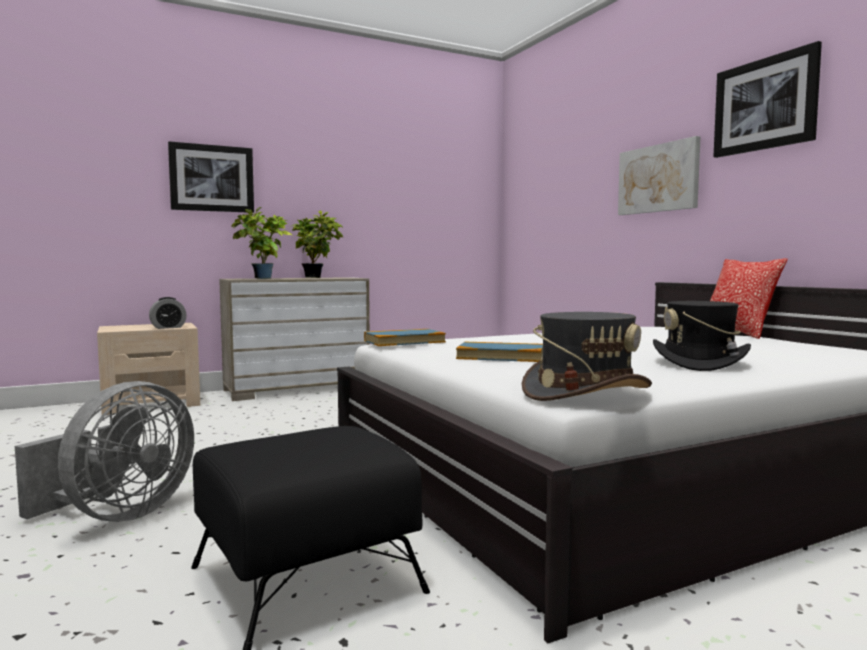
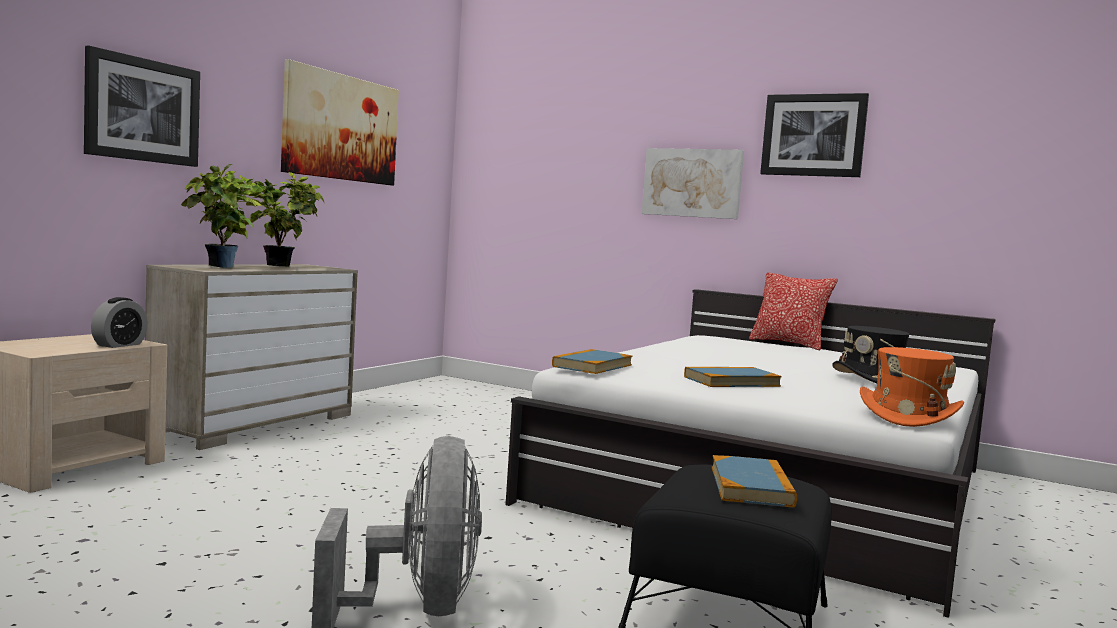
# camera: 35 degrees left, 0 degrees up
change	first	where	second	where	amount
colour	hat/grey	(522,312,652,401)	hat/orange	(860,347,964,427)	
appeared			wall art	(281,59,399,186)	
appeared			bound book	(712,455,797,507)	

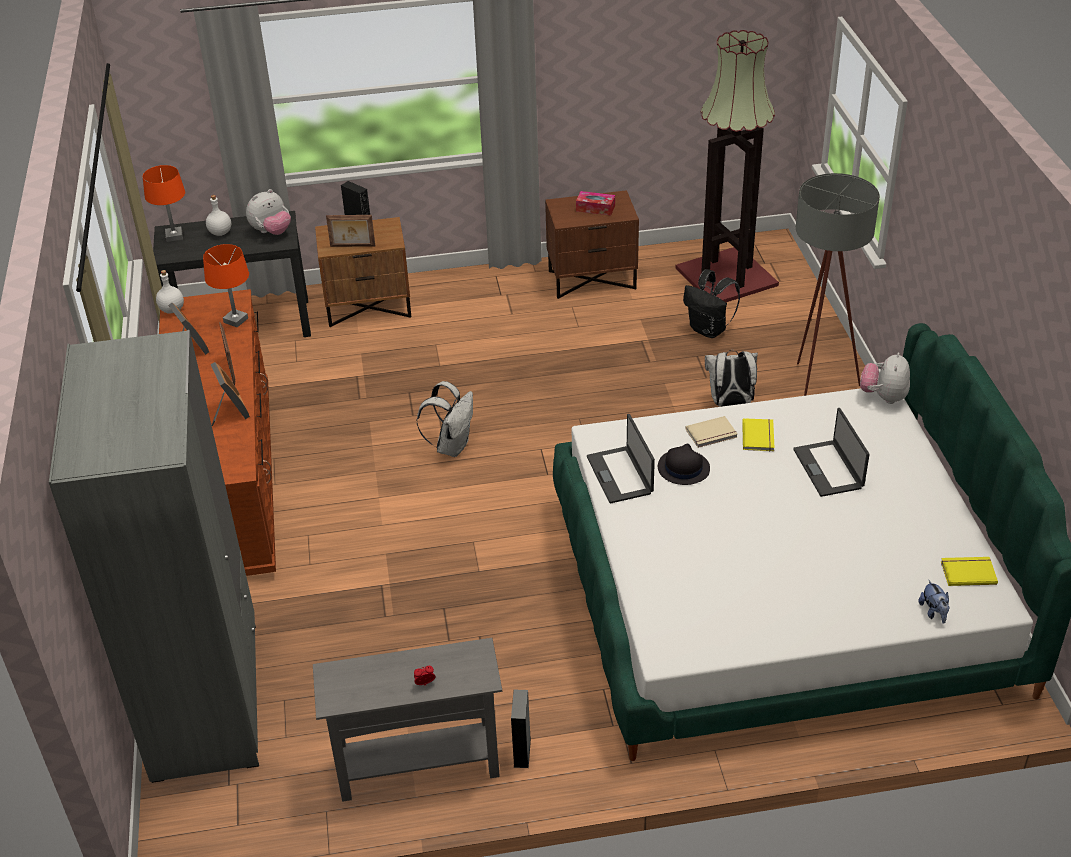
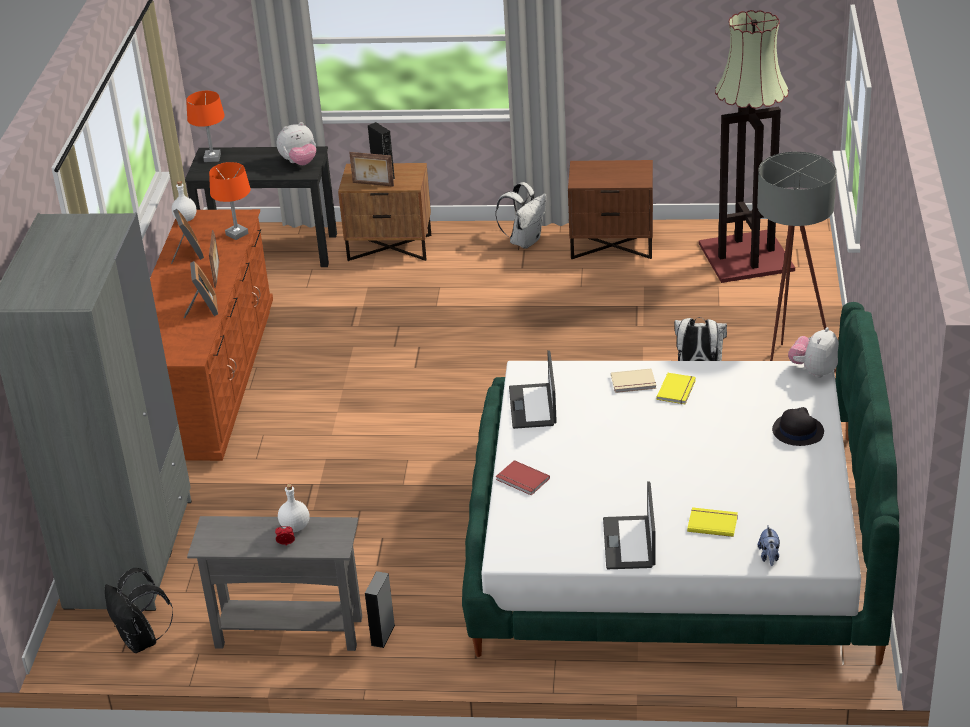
# camera: 15 degrees right, 5 degrees down
change	first	where	second	where	amount
missing	tissue holder	(576,191,615,215)			
relocated	bottle/white	(206,195,231,236)		(278,484,310,532)	
relocated	rucksack/black-coloured	(683,269,740,338)		(105,568,173,653)	
relocated	rucksack/white	(417,381,473,457)		(495,182,547,249)	
relocated	portable computer	(793,408,870,497)		(603,481,655,569)	
relocated	hat/black-coloured	(658,444,710,485)		(772,407,824,446)	
relocated	bound book/yellow-coloured	(941,557,998,586)		(687,507,738,537)	
appeared			bound book/reddish	(496,460,550,495)	

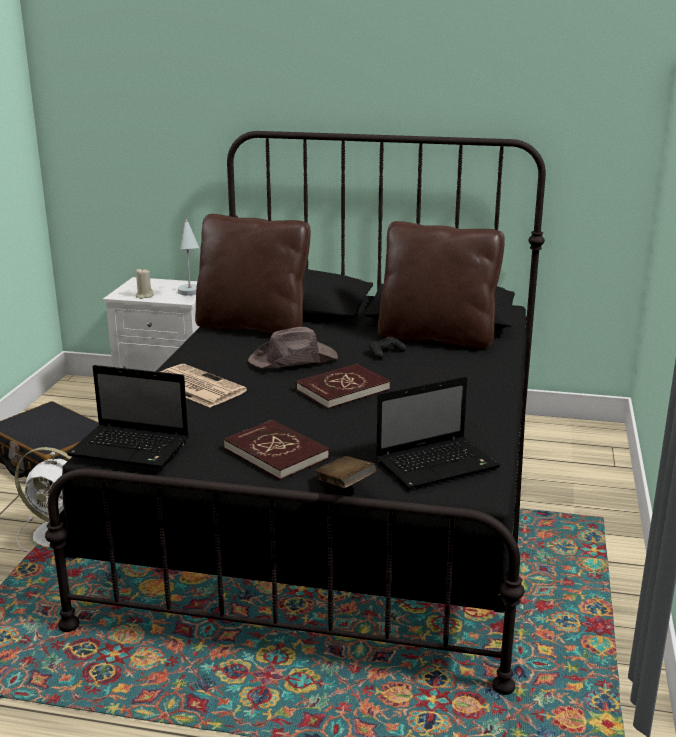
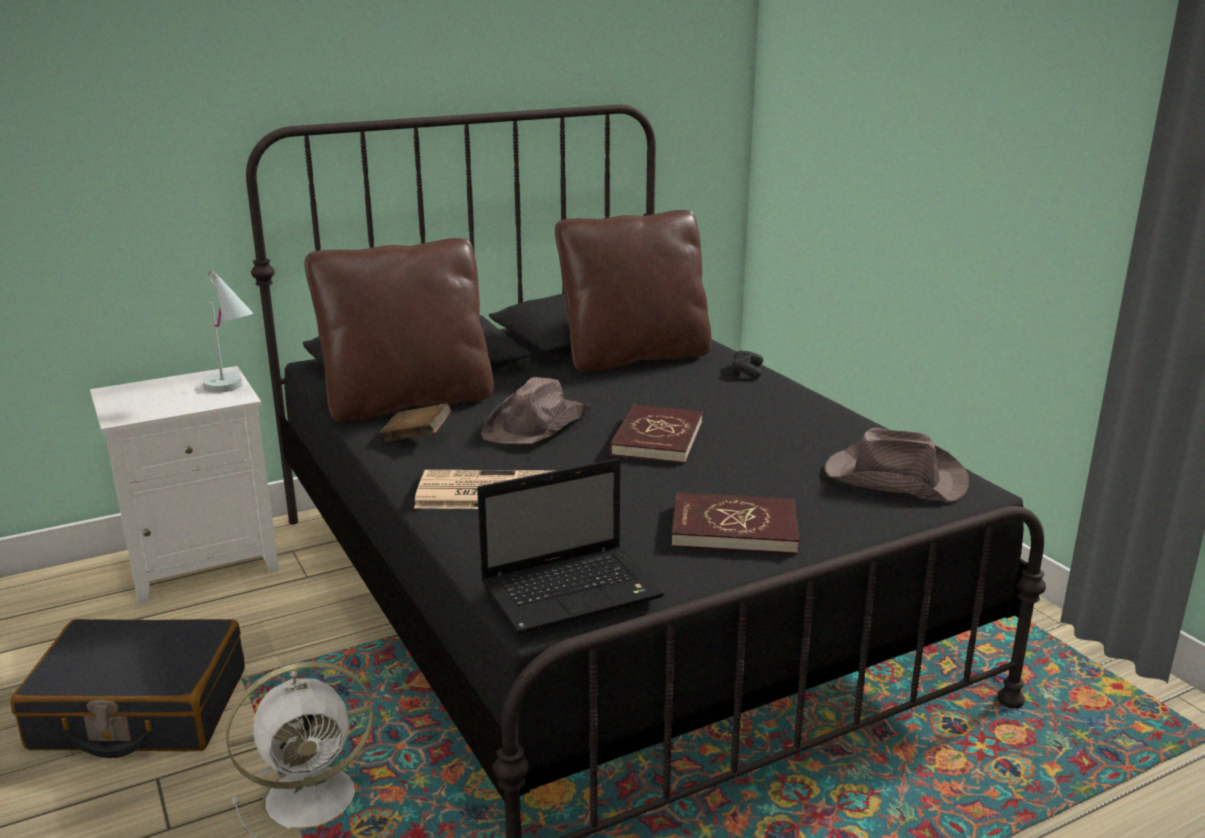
# camera: 40 degrees left, 0 degrees up
change	first	where	second	where	amount
missing	candle/beige	(136,268,154,299)			
relocated	game controller/black-coloured	(369,337,406,359)		(732,350,763,378)	
exchanged	portable computer	(376,376,500,490)	hat/brown	(824,428,969,501)	
relocated	bound book/brown	(315,456,377,489)		(380,403,451,442)	

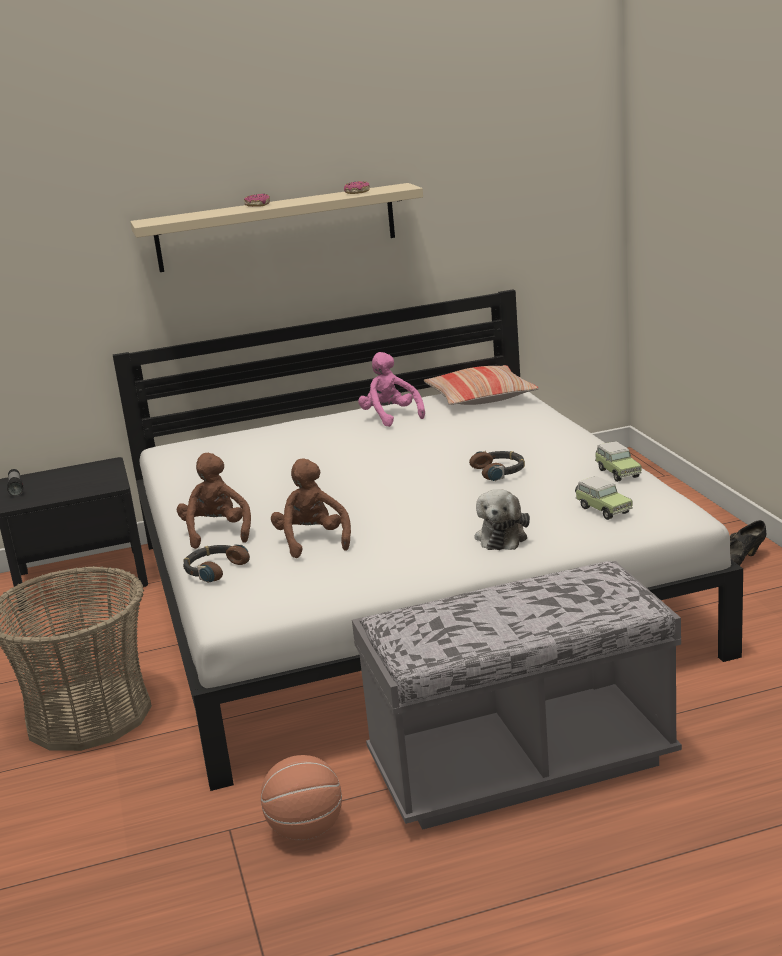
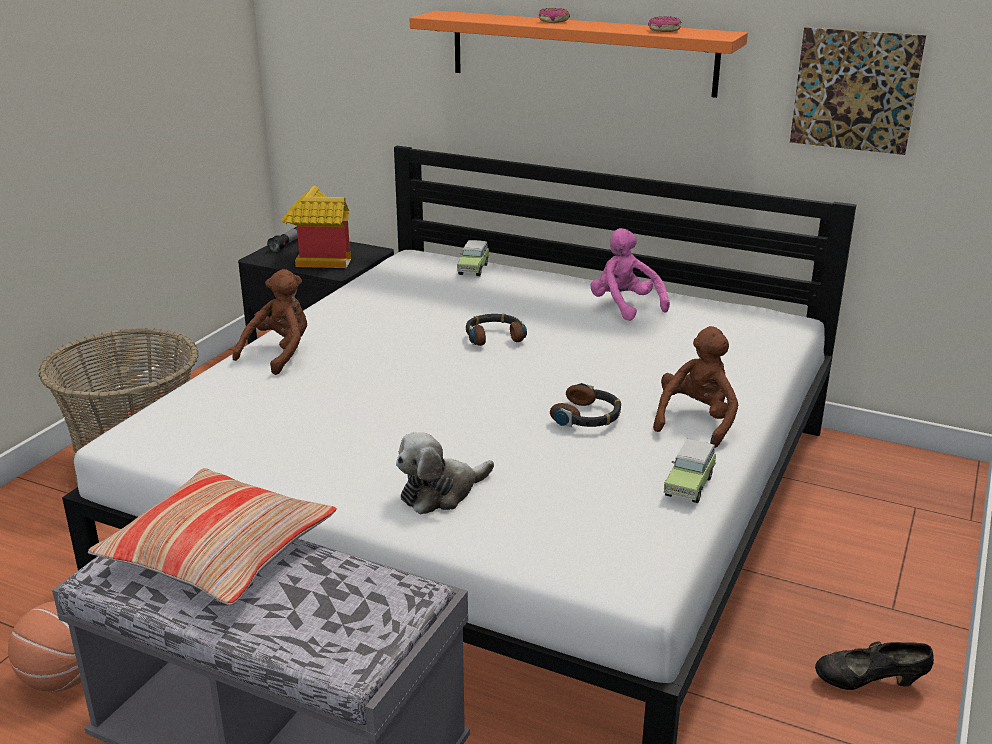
# camera: 40 degrees right, 5 degrees up
change	first	where	second	where	amount
colour	shelf/beige	(130,183,423,272)	shelf/orange	(409,11,748,98)	
spun	cuddly toy/pink-coloured	(358,352,425,427)		(590,228,670,321)	45 degrees counterclockwise
relocated	pillow	(424,365,539,405)		(88,468,337,605)	
relocated	cuddly toy/brown	(271,458,351,558)		(653,326,738,448)	
relocated	model car	(575,476,633,520)		(457,240,490,276)	
relocated	headphones	(183,544,250,583)		(466,314,527,346)	
appeared			wall art	(790,27,926,155)	
appeared			model house	(282,186,351,268)	

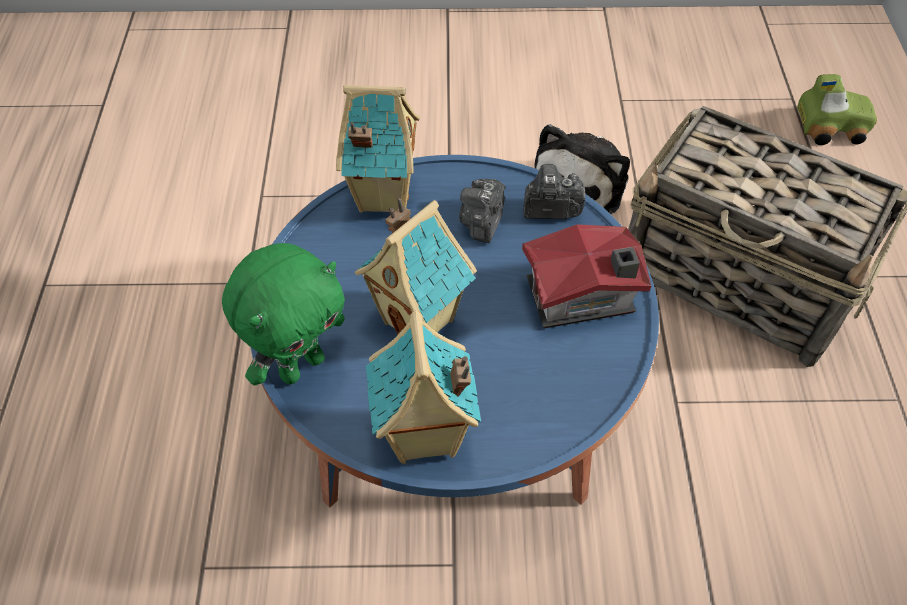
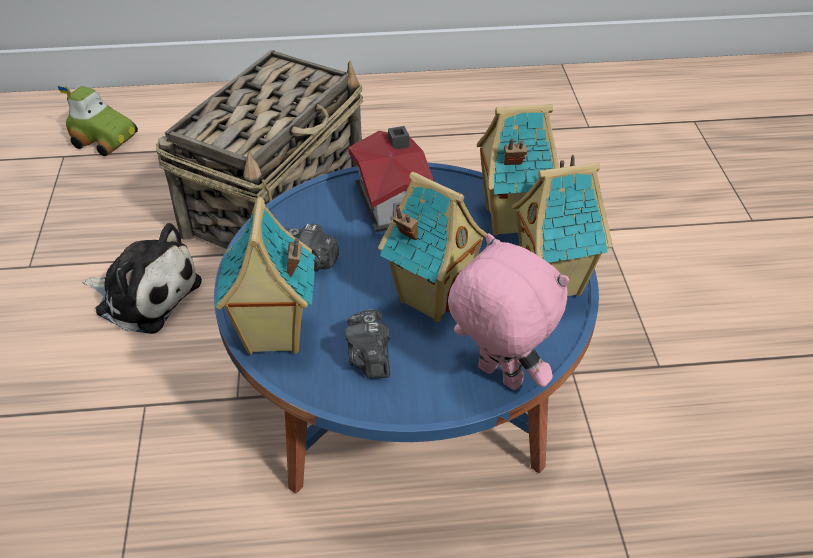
# camera: 95 degrees left, 10 degrees down
change	first	where	second	where	amount
spun	model car	(797,74,877,145)		(58,86,138,156)	120 degrees clockwise
relocated	photo camera	(523,164,585,219)		(345,309,390,378)	
colour	cuddly toy/greenish	(222,243,345,385)	cuddly toy/pink-coloured	(448,233,569,390)	
appeared			model house	(477,104,559,235)	

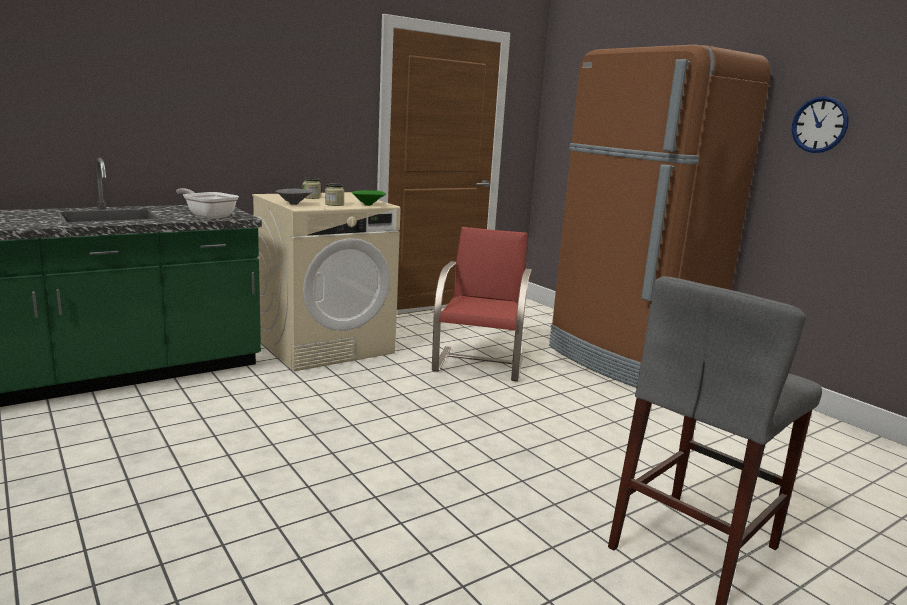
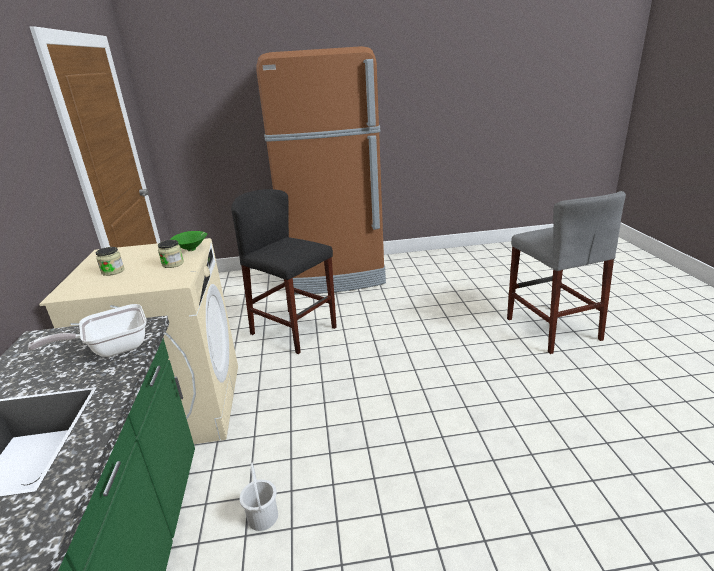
# camera: 60 degrees left, 10 degrees up
change	first	where	second	where	amount
missing	wall clock	(792,96,849,153)			
missing	serving bowl/grey	(276,189,312,205)			
exchanged	chair/reddish	(432,227,532,382)	stool/black-coloured	(231,189,337,354)	
appeared			water bucket/white	(240,463,278,531)	

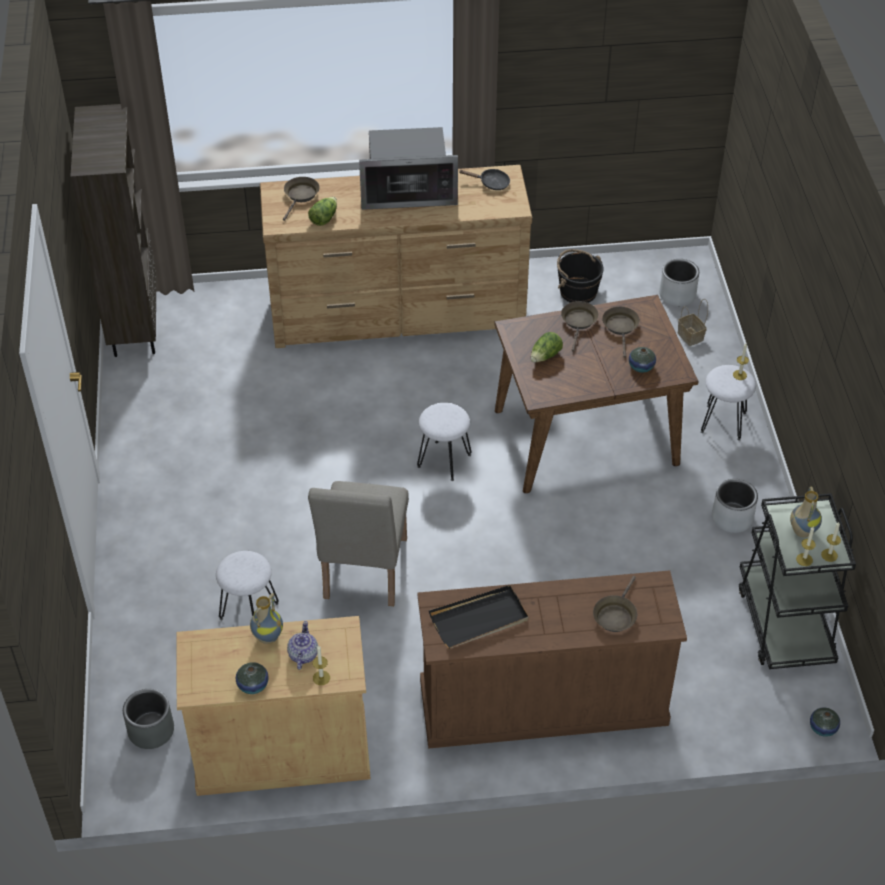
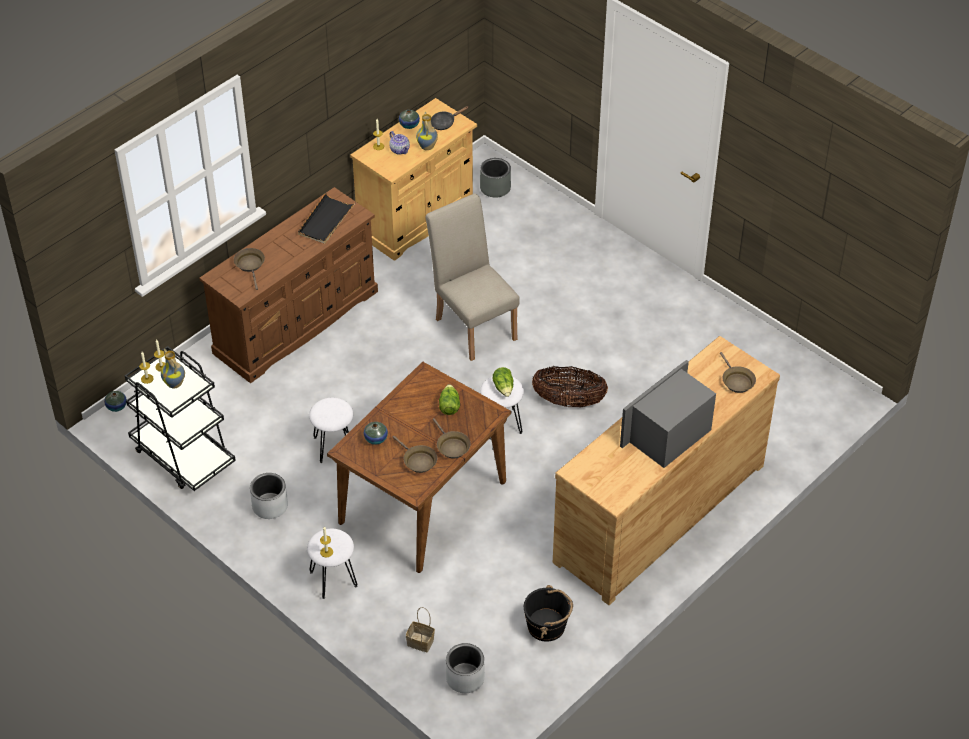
# camera: 140 degrees right, 0 degrees up
change	first	where	second	where	amount
missing	shelving unit/brown	(70,104,156,357)			
relocated	frying pan/black-coloured	(459,169,510,190)		(431,106,468,130)	
relocated	lettuce	(308,197,337,226)		(493,367,513,397)	
relocated	stool/white	(216,551,279,620)		(309,398,353,463)	
appeared			basket	(532,366,608,408)	

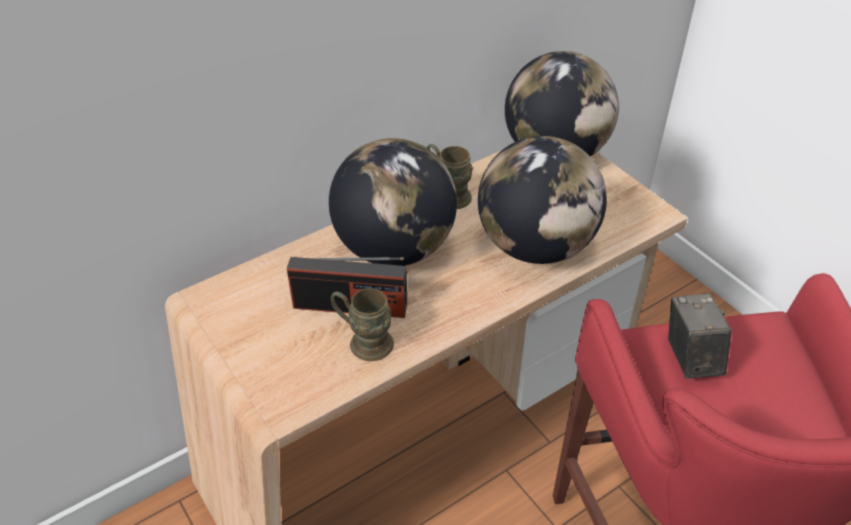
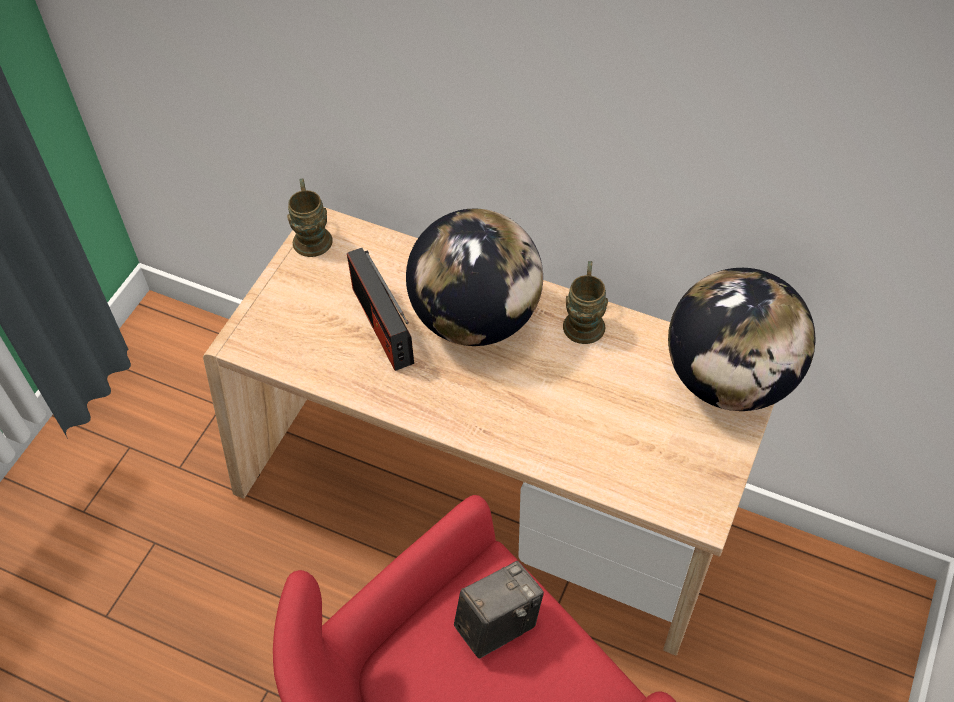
# camera: 60 degrees right, 10 degrees up
change	first	where	second	where	amount
missing	desk globe	(478,136,607,264)			
relocated	tea mug/brown	(331,288,394,361)		(287,178,333,257)	

